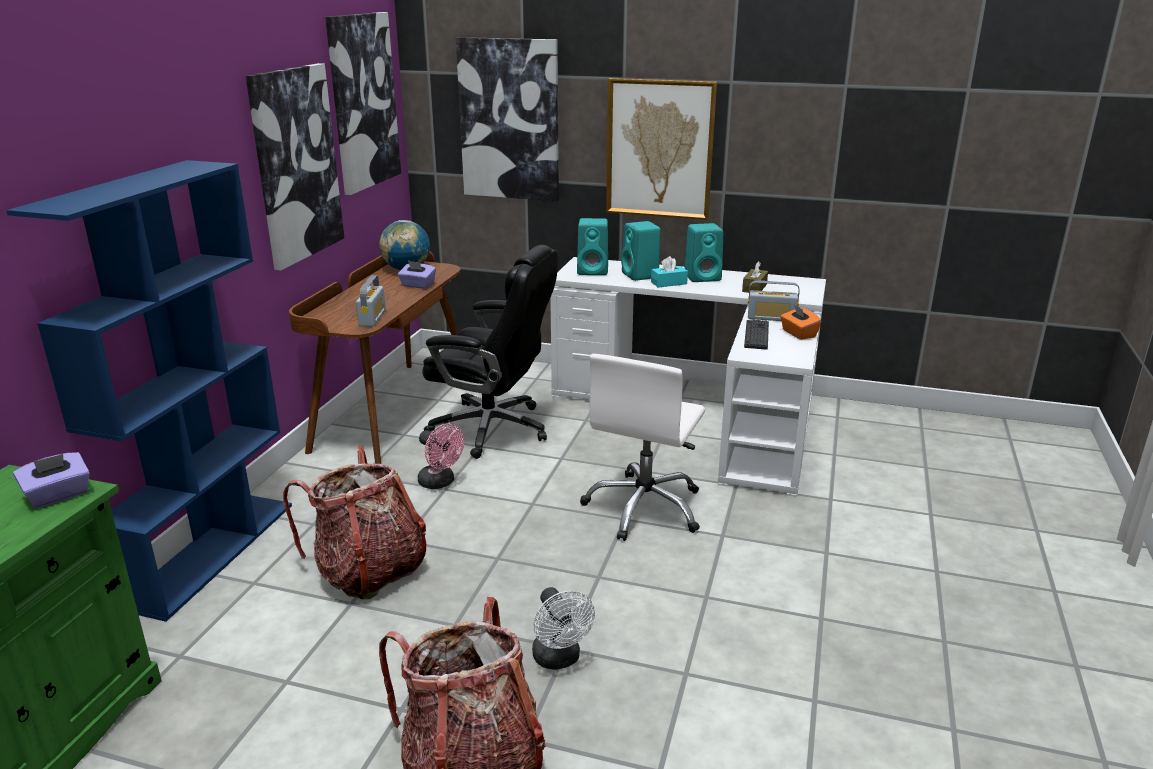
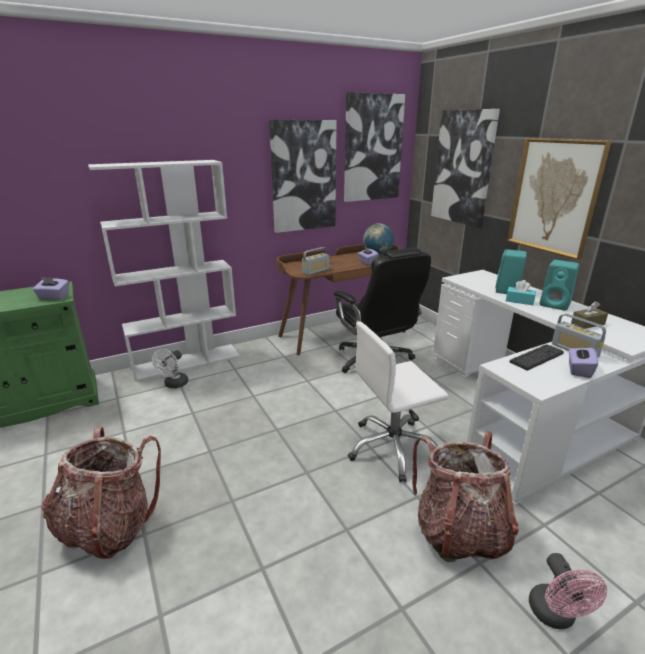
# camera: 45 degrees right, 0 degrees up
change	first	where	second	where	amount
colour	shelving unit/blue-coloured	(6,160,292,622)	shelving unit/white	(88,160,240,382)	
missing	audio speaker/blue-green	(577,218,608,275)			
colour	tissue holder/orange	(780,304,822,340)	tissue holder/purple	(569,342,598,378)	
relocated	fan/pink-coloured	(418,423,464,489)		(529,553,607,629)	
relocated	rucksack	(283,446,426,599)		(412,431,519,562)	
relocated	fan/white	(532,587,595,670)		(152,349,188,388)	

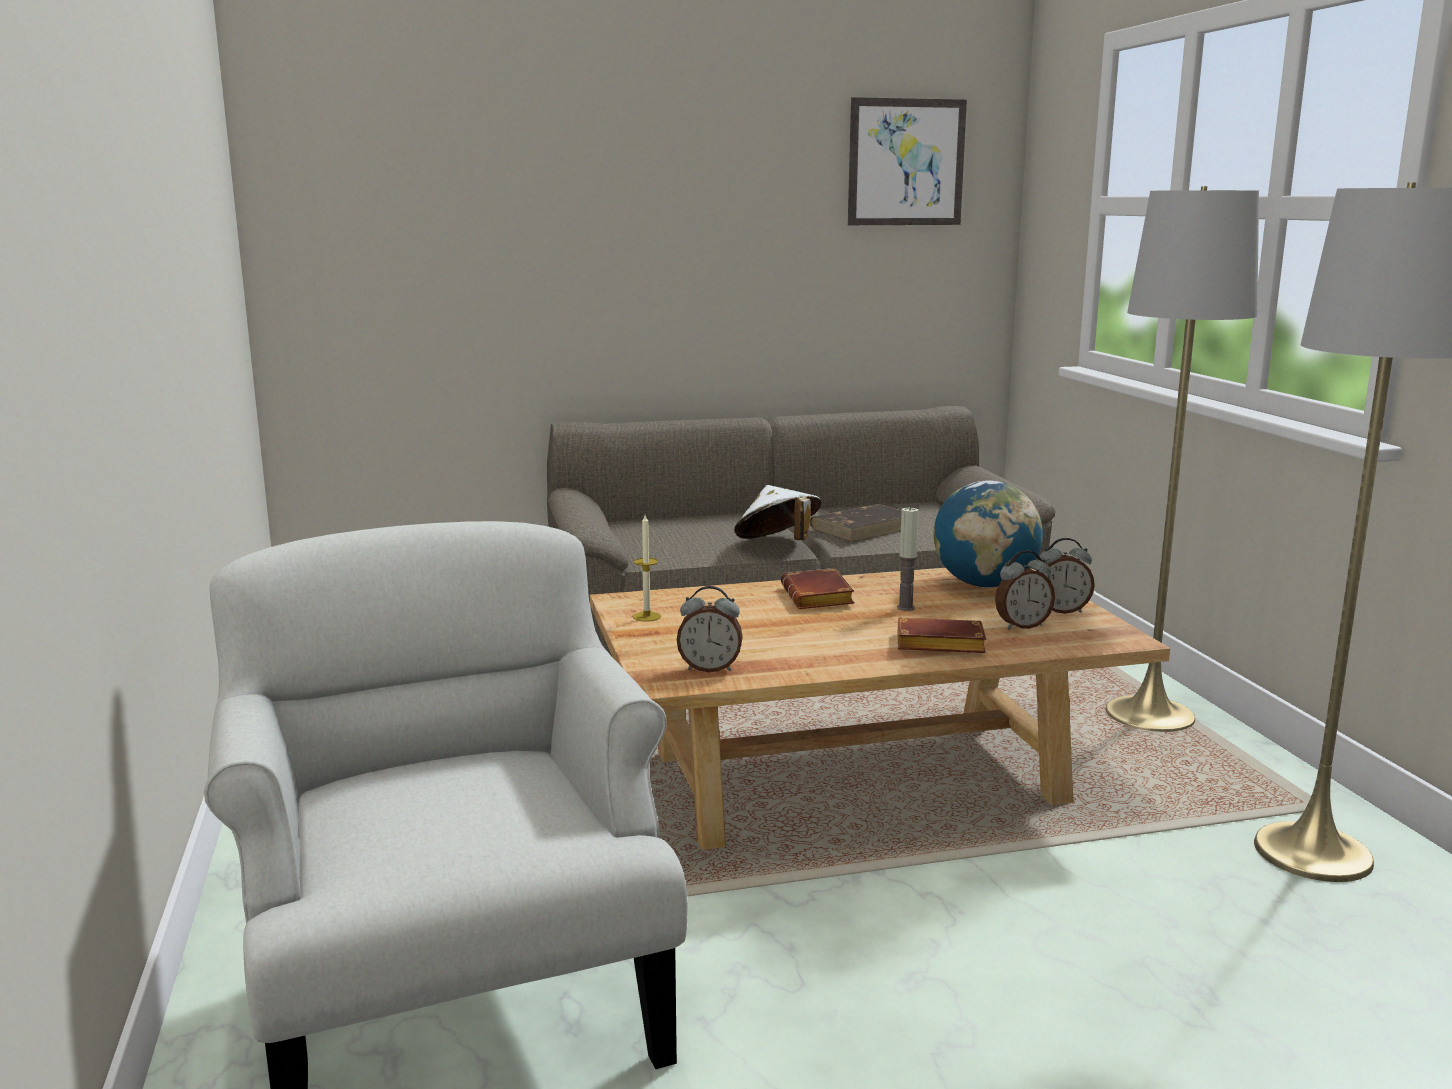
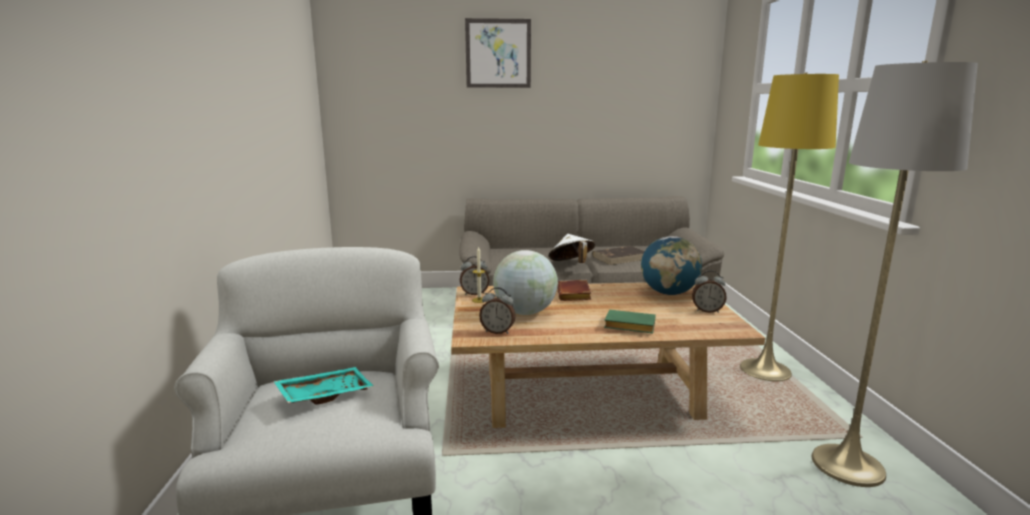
# camera: 10 degrees right, 0 degrees up
change	first	where	second	where	amount
relocated	wall art	(848,97,967,225)		(465,18,531,88)	
colour	standing lamp/grey	(1106,186,1259,732)	standing lamp/yellow-coloured	(740,72,839,381)	
missing	candle	(897,506,918,611)			
relocated	alarm clock	(995,550,1055,629)		(460,256,489,295)	
colour	bound book/brown	(897,618,986,653)	bound book/greenish	(604,310,656,333)	
appeared			desk globe	(493,250,558,315)	
appeared			serving tray/blue-green	(274,367,374,405)	

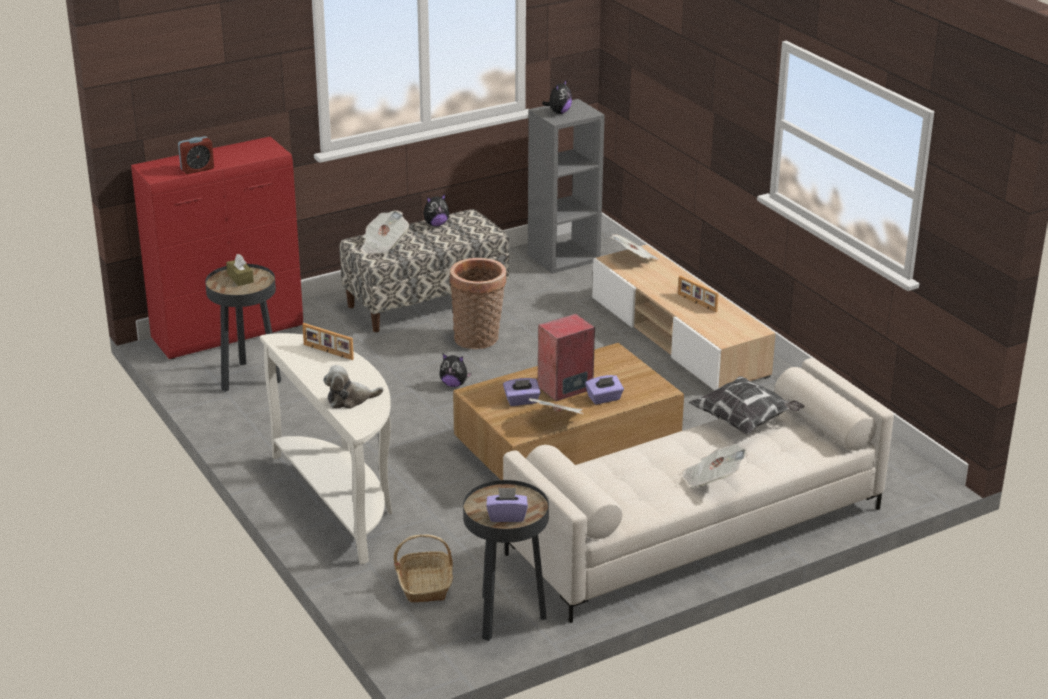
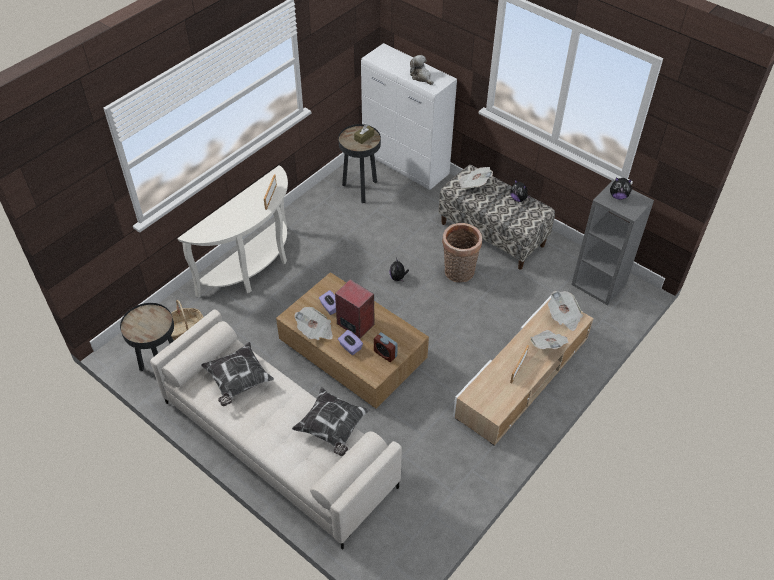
# camera: 70 degrees right, 20 degrees up
change	first	where	second	where	amount
colour	cabinet/reddish	(131,136,303,359)	cabinet/white	(361,43,457,190)	
relocated	alarm clock	(178,136,214,174)		(374,332,398,362)	
relocated	cuddly toy	(323,365,384,409)		(410,55,434,85)	
relocated	printed paper	(682,444,748,489)		(530,330,568,349)	
missing	tissue holder/purple	(486,487,528,522)			
appeared			pillow	(201,342,274,406)	

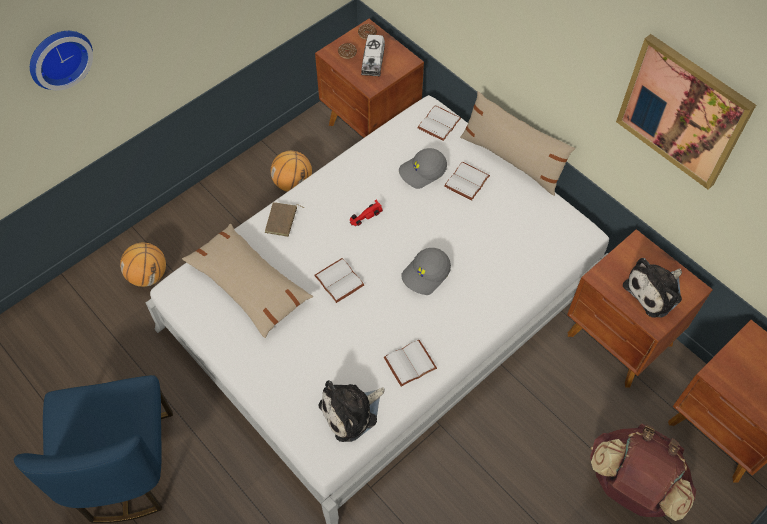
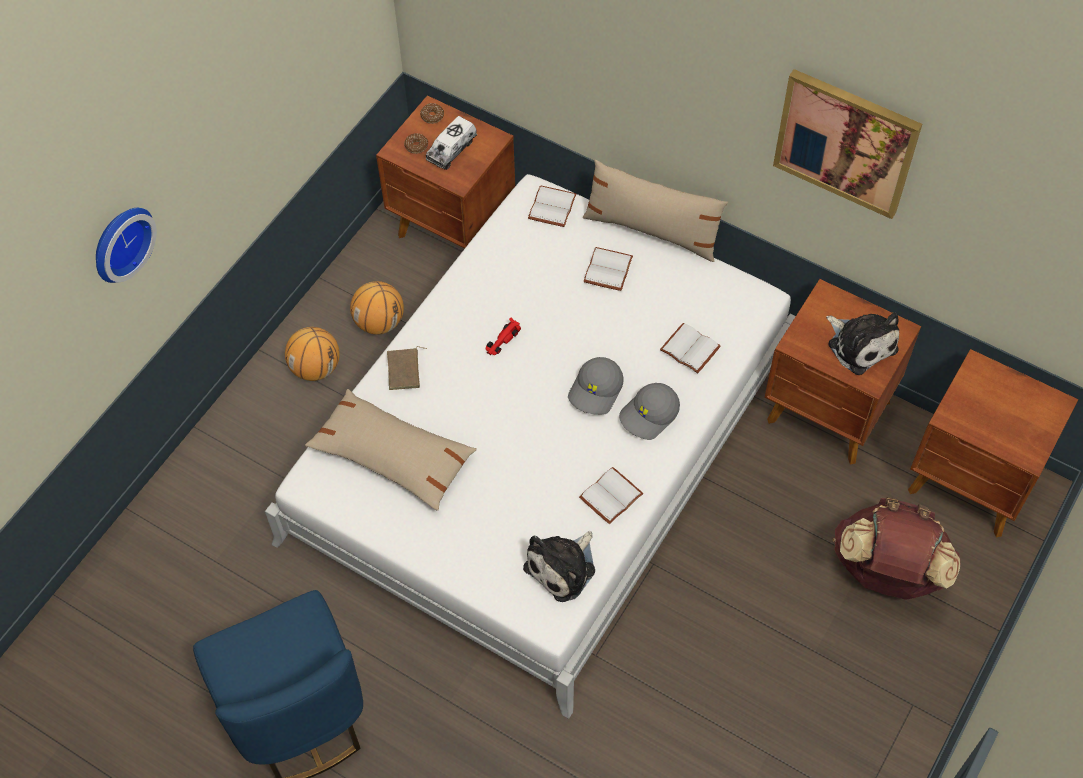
# camera: 15 degrees left, 0 degrees up
change	first	where	second	where	amount
spun	toy lorry	(361,34,385,77)		(426,116,477,170)	45 degrees clockwise
relocated	baseball cap/grey	(399,148,447,189)		(619,383,680,440)	
relocated	basketball	(120,243,166,287)		(285,327,340,381)	
relocated	bound book/white	(314,258,364,303)		(660,323,721,374)	
spun	cuddly toy	(623,258,682,318)		(826,312,899,375)	75 degrees counterclockwise

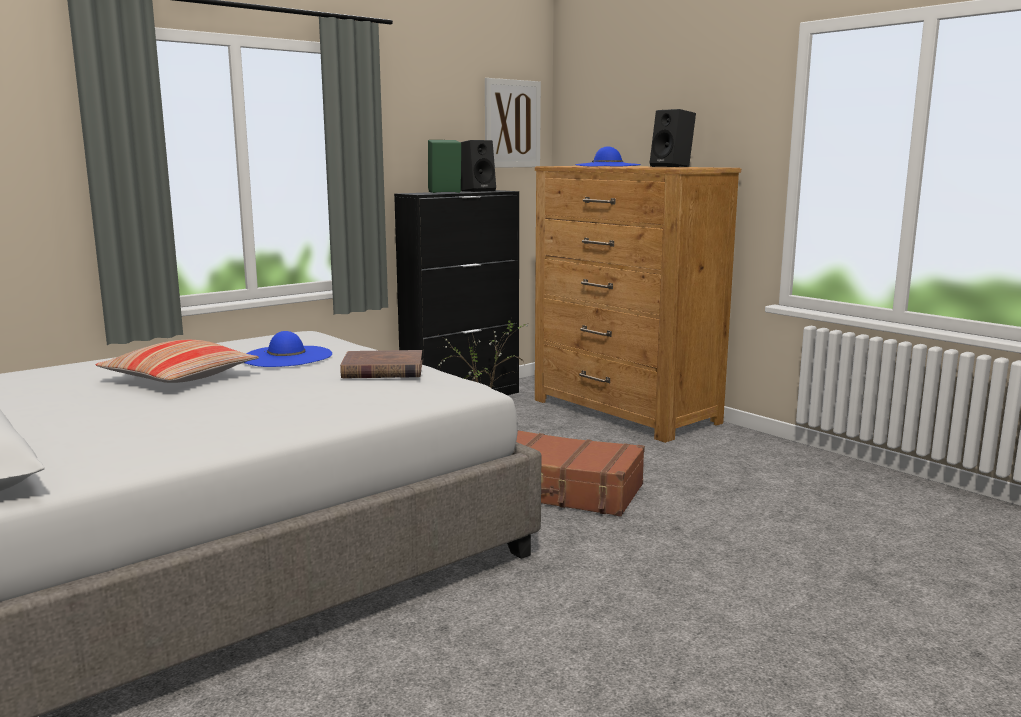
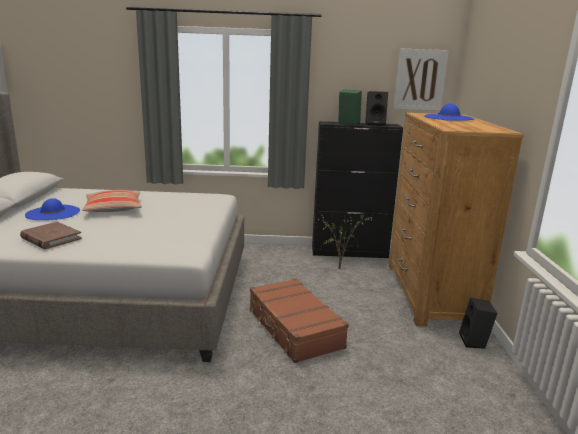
# camera: 40 degrees right, 5 degrees up
change	first	where	second	where	amount
relocated	audio speaker/black-coloured	(650,109,696,167)		(459,298,497,349)	
relocated	hat/blue-coloured	(244,331,332,367)		(25,198,80,220)	
relocated	bound book/brown	(340,350,422,379)		(20,222,82,249)	

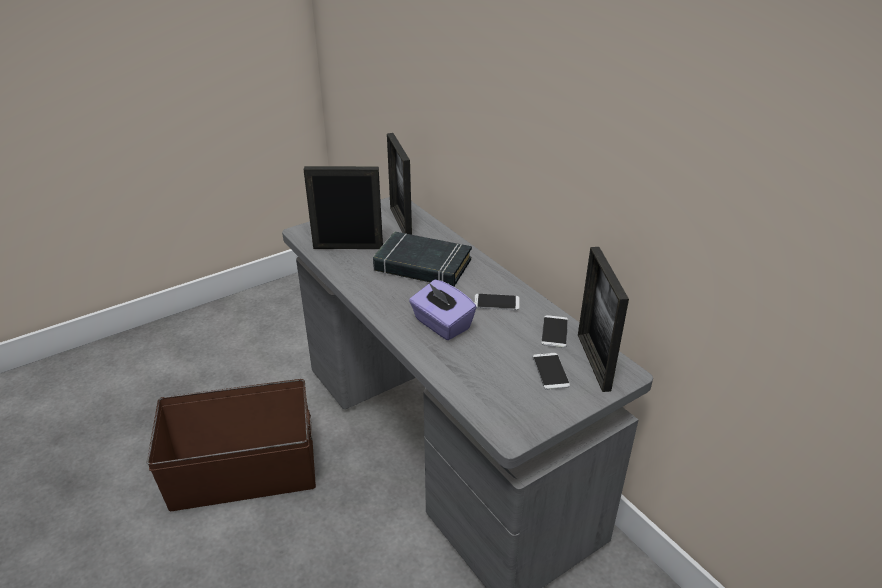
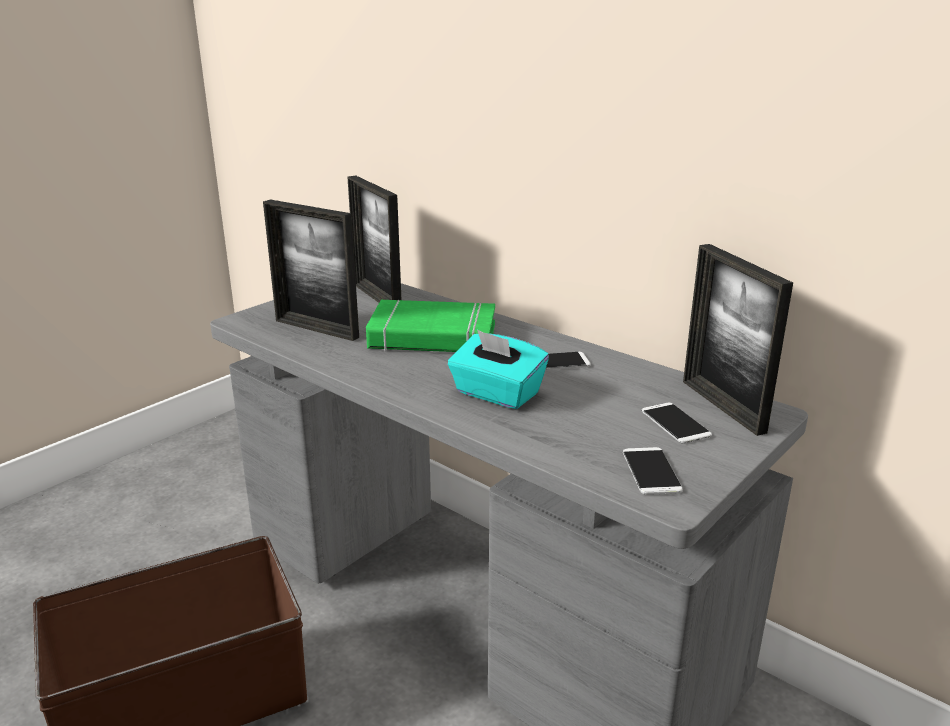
# camera: 15 degrees left, 10 degrees down
change	first	where	second	where	amount
spun	standing frame	(303,166,383,249)		(263,199,359,341)	135 degrees counterclockwise
colour	bound book/black-coloured	(373,231,472,287)	bound book/greenish	(366,300,495,352)	
colour	tissue holder/purple	(409,279,476,340)	tissue holder/blue-green	(448,330,549,409)	
relocated	phone	(541,315,568,348)		(623,447,683,495)	

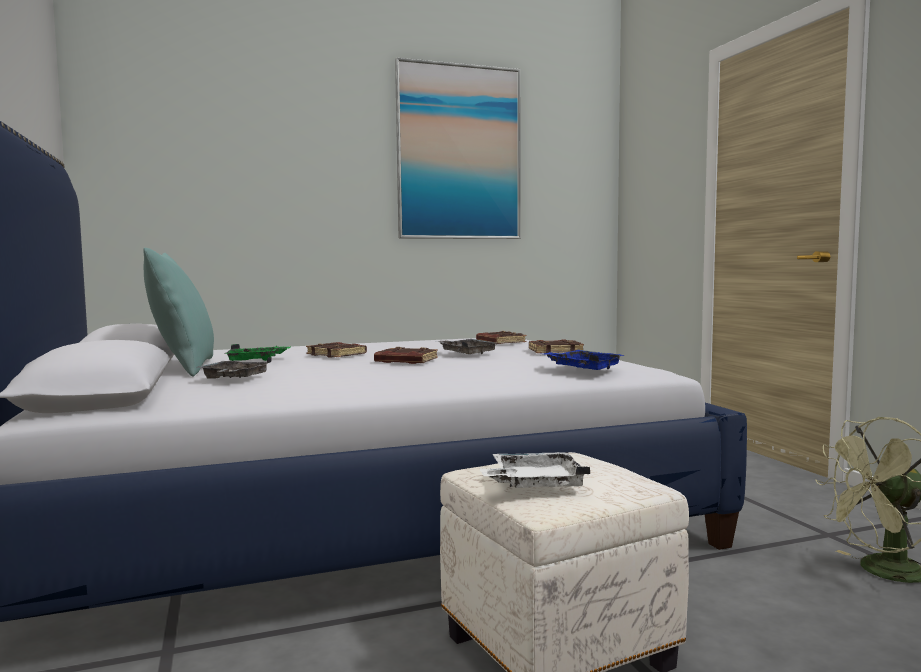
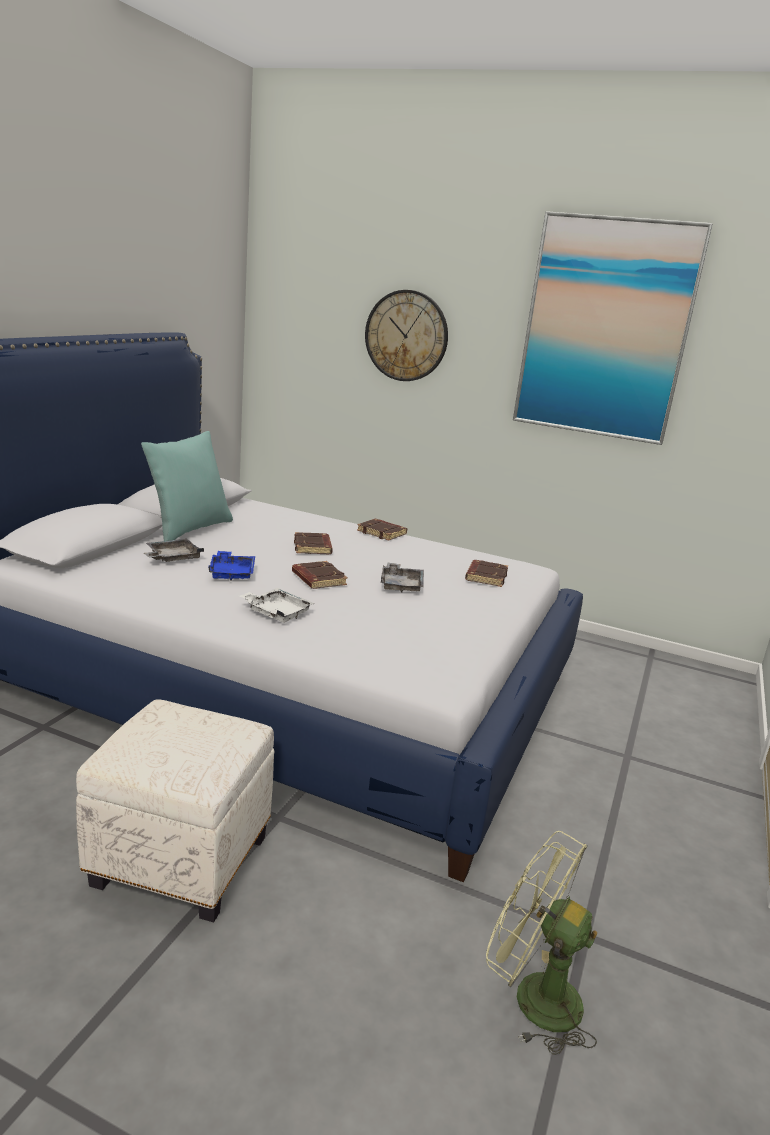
# camera: 40 degrees right, 15 degrees up
change	first	where	second	where	amount
relocated	bound book/brown	(529,339,584,353)		(357,519,407,541)	
missing	serving tray/greenish	(224,344,290,361)			
relocated	serving tray/blue-coloured	(544,350,624,370)		(208,551,255,581)	
relocated	serving tray/white	(479,452,590,488)		(239,588,314,623)	
appeared			wall clock	(365,290,448,381)	

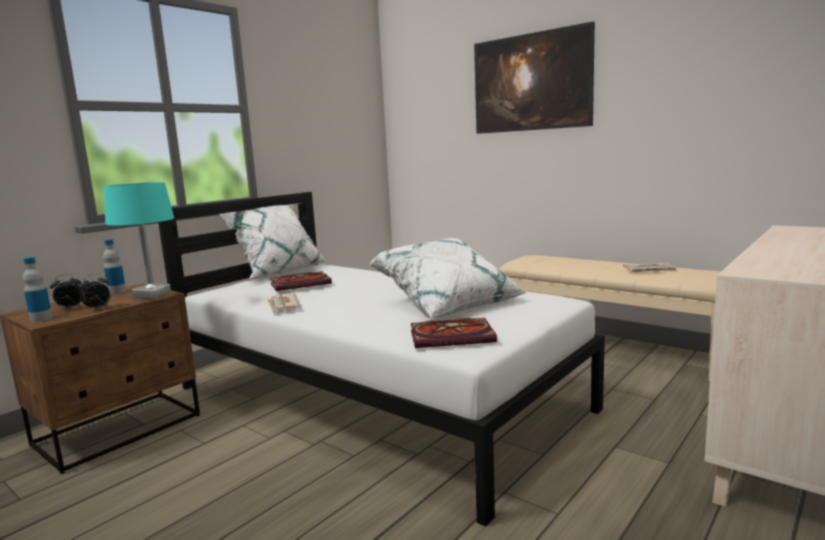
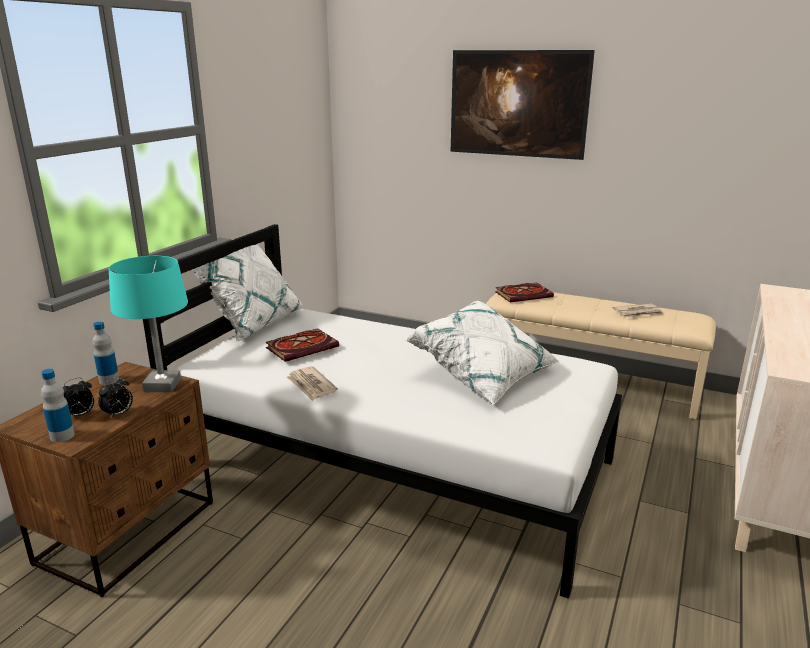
# camera: 15 degrees left, 10 degrees up
change	first	where	second	where	amount
relocated	bound book	(411,318,497,348)		(495,283,554,302)	

